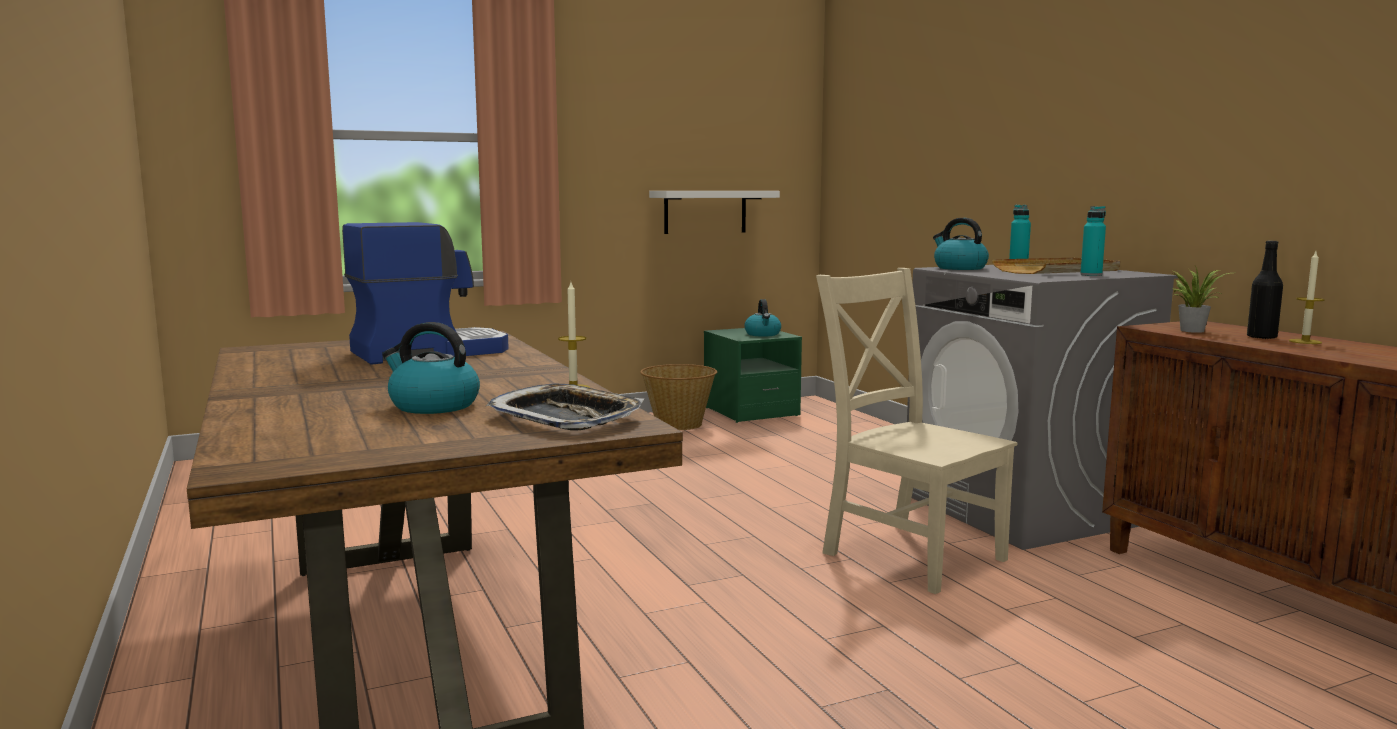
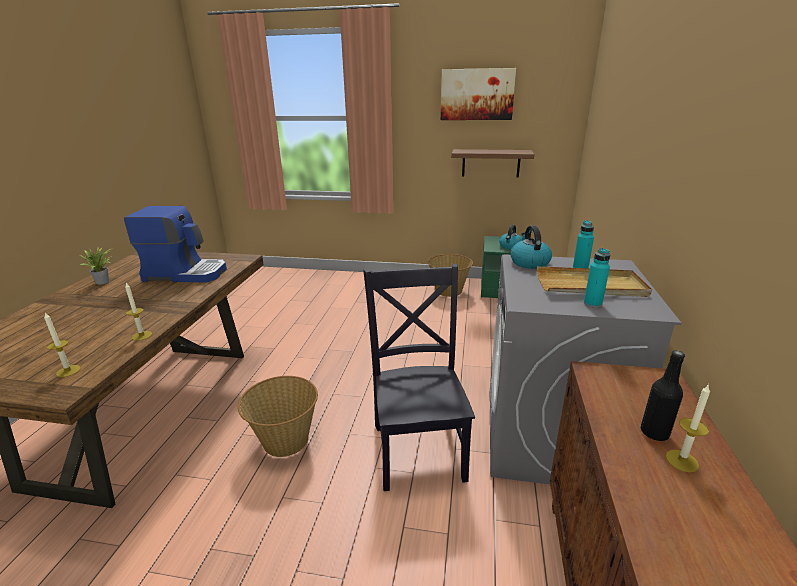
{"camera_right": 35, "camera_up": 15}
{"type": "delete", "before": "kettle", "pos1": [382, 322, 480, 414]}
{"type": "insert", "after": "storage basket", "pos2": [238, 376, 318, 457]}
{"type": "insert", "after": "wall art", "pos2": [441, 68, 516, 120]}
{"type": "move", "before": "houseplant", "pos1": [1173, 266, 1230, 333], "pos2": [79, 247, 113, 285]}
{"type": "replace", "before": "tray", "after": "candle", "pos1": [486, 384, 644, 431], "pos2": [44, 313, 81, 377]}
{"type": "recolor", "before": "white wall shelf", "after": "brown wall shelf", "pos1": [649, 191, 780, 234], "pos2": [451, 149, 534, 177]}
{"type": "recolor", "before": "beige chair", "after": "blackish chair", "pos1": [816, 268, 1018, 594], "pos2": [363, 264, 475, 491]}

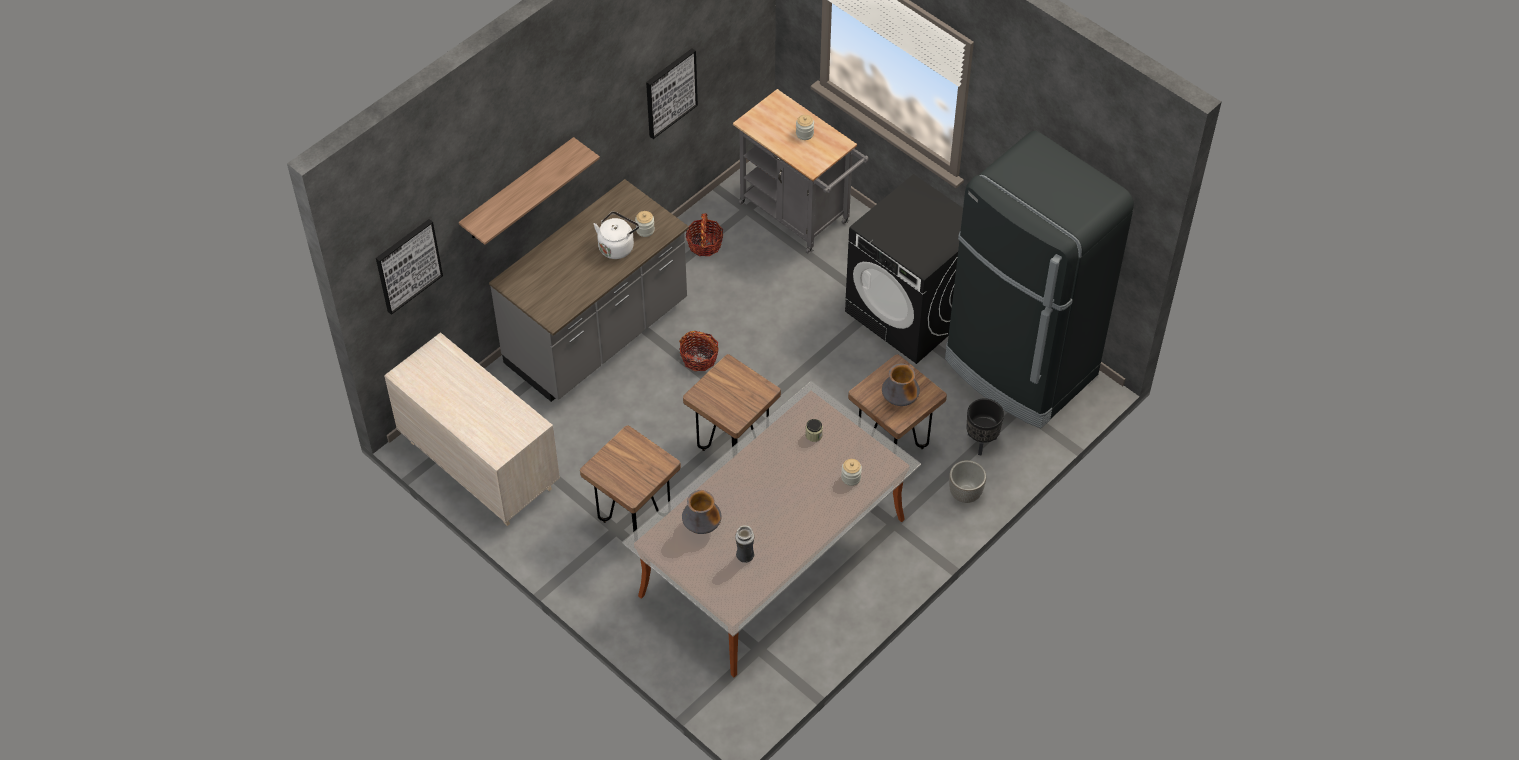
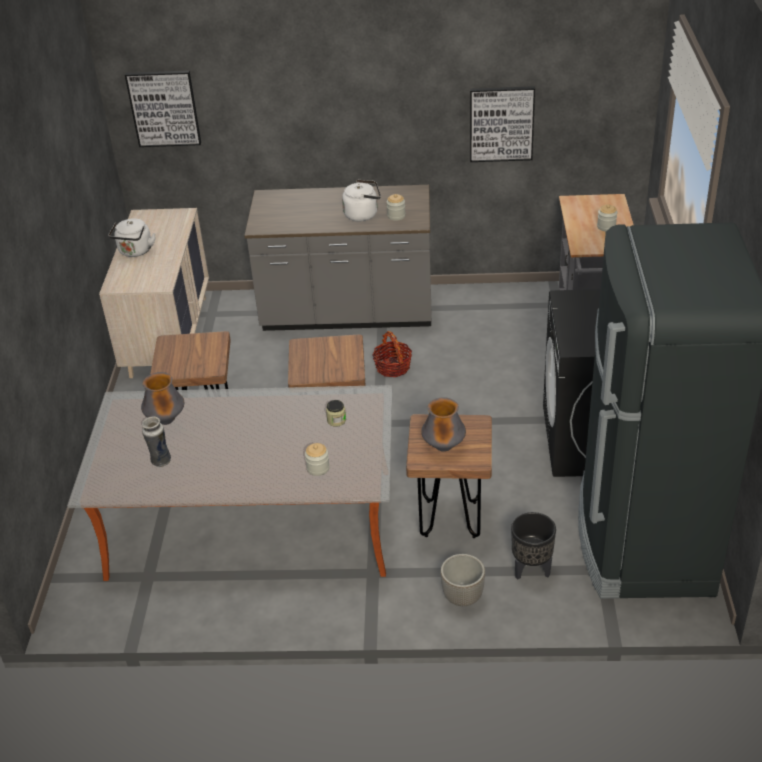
{"camera_right": 50, "camera_up": -15}
{"type": "delete", "before": "wall shelf", "pos1": [459, 137, 600, 245]}
{"type": "delete", "before": "storage basket", "pos1": [686, 213, 723, 256]}
{"type": "insert", "after": "white kettle", "pos2": [108, 218, 156, 257]}

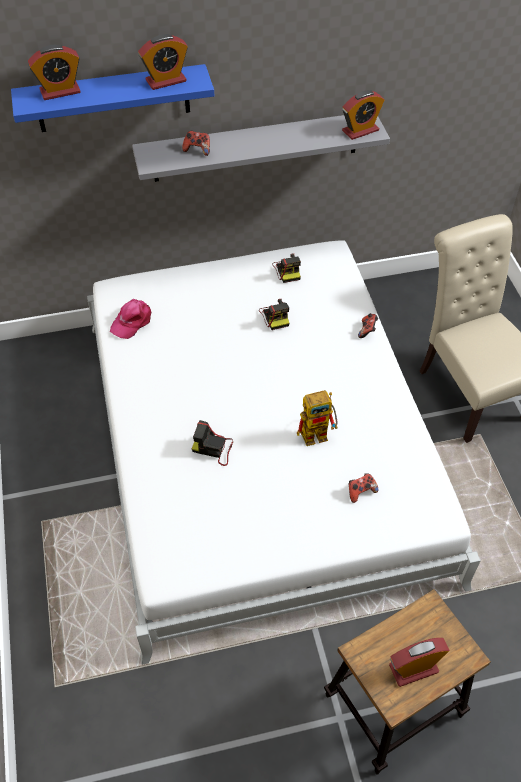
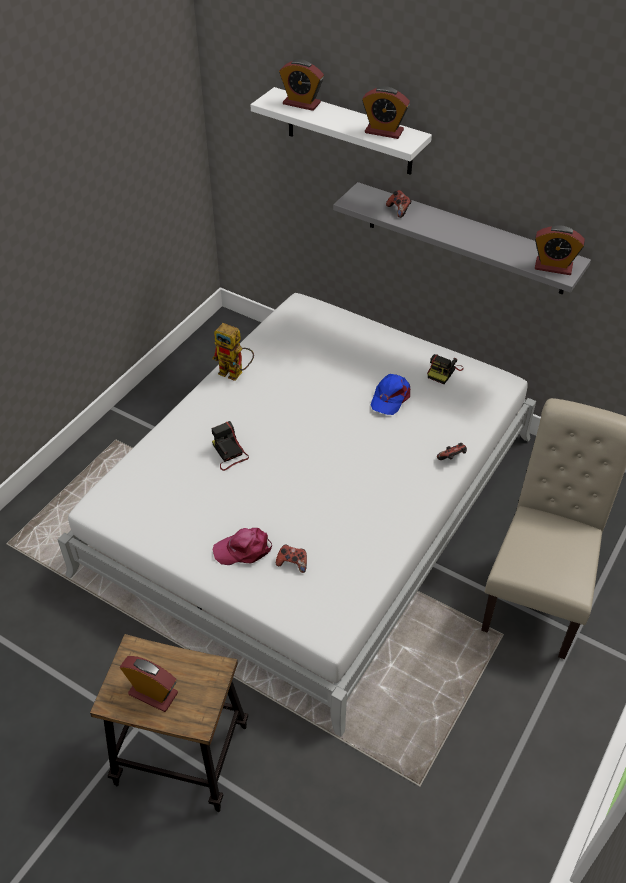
{"camera_right": 45, "camera_up": -5}
{"type": "move", "before": "pink peaked cap", "pos1": [110, 298, 151, 339], "pos2": [212, 528, 272, 565]}
{"type": "move", "before": "toy robot", "pos1": [297, 390, 338, 446], "pos2": [212, 323, 254, 381]}
{"type": "replace", "before": "still camera", "after": "blue peaked cap", "pos1": [259, 299, 289, 330], "pos2": [371, 374, 410, 415]}
{"type": "recolor", "before": "blue wall shelf", "after": "white wall shelf", "pos1": [11, 64, 214, 132], "pos2": [250, 87, 432, 175]}

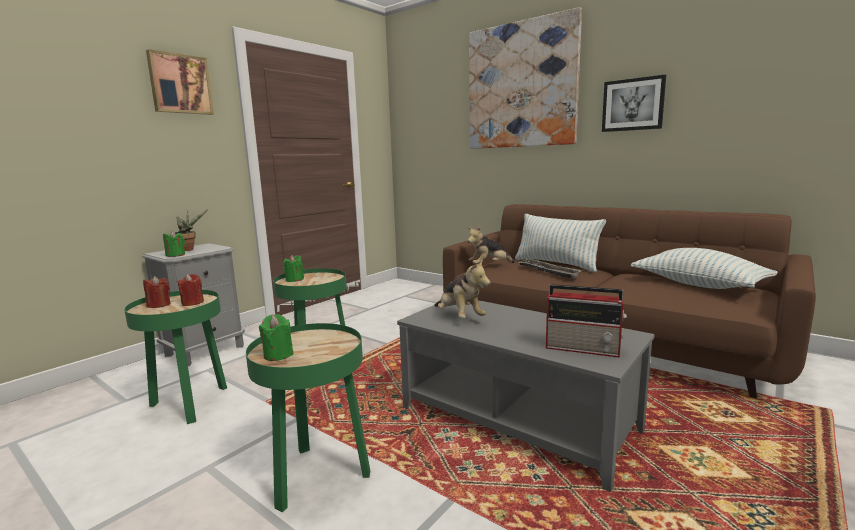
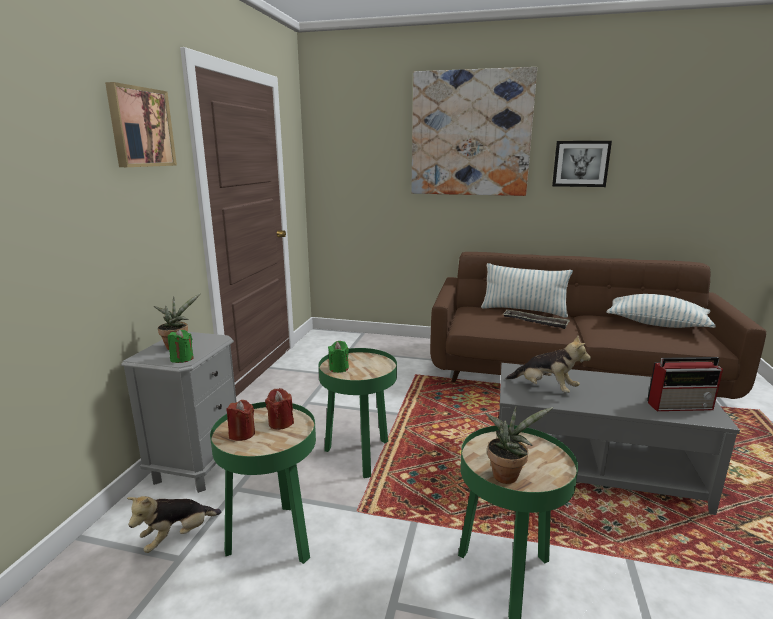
{"camera_right": -25, "camera_up": 5}
{"type": "move", "before": "soft toy", "pos1": [468, 226, 515, 264], "pos2": [127, 496, 222, 553]}
{"type": "replace", "before": "green candle", "after": "houseplant", "pos1": [259, 314, 293, 361], "pos2": [485, 406, 553, 484]}

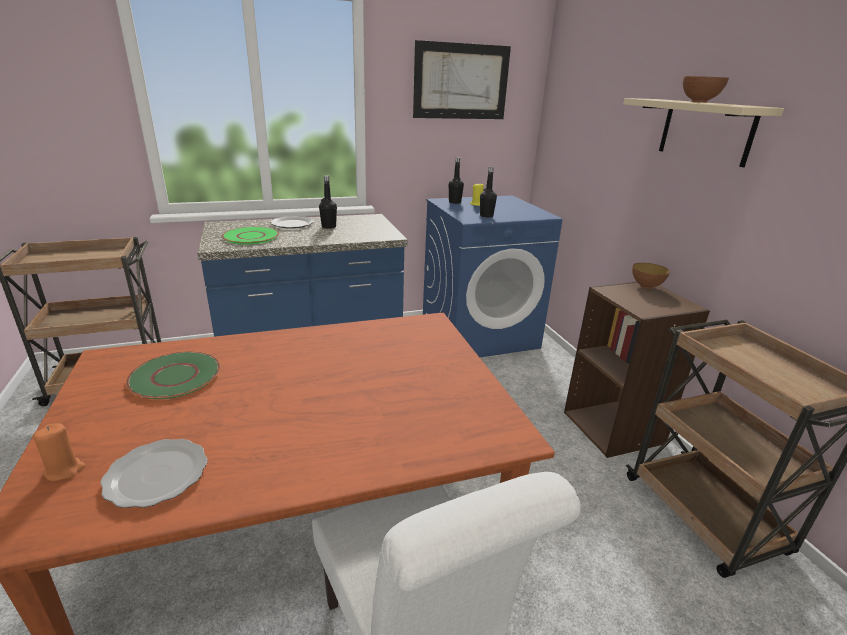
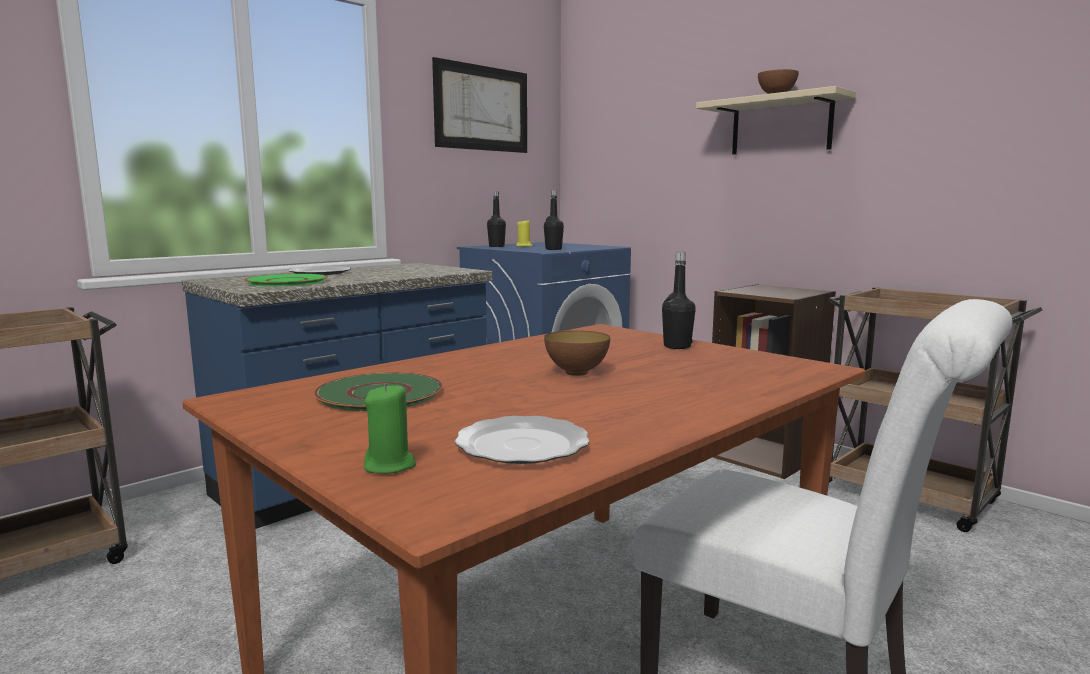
{"camera_right": -25, "camera_up": -15}
{"type": "move", "before": "blackish beverage bottle", "pos1": [319, 175, 337, 229], "pos2": [662, 252, 696, 349]}
{"type": "move", "before": "deep dish", "pos1": [632, 263, 670, 289], "pos2": [544, 330, 610, 376]}
{"type": "recolor", "before": "orange-coloured candle", "after": "green candle", "pos1": [33, 423, 86, 481], "pos2": [364, 383, 416, 474]}

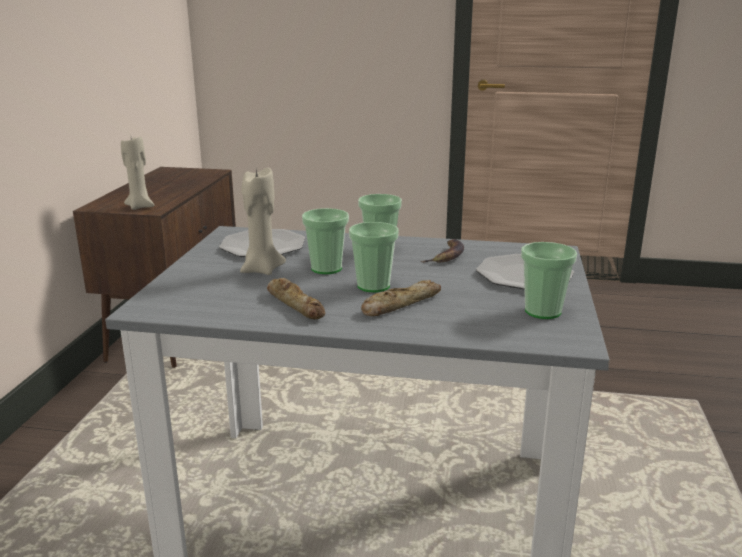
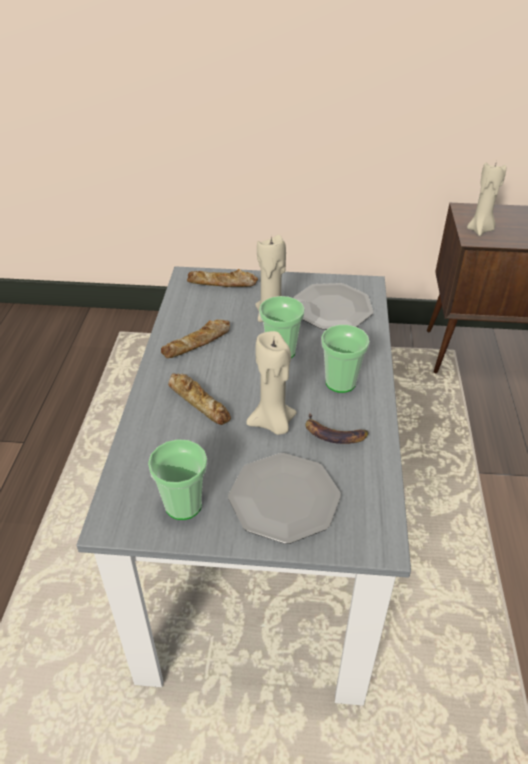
{"camera_right": 85, "camera_up": 20}
{"type": "delete", "before": "small cup", "pos1": [349, 222, 399, 292]}
{"type": "insert", "after": "bread", "pos2": [187, 269, 258, 287]}
{"type": "insert", "after": "beige candle", "pos2": [246, 331, 297, 435]}

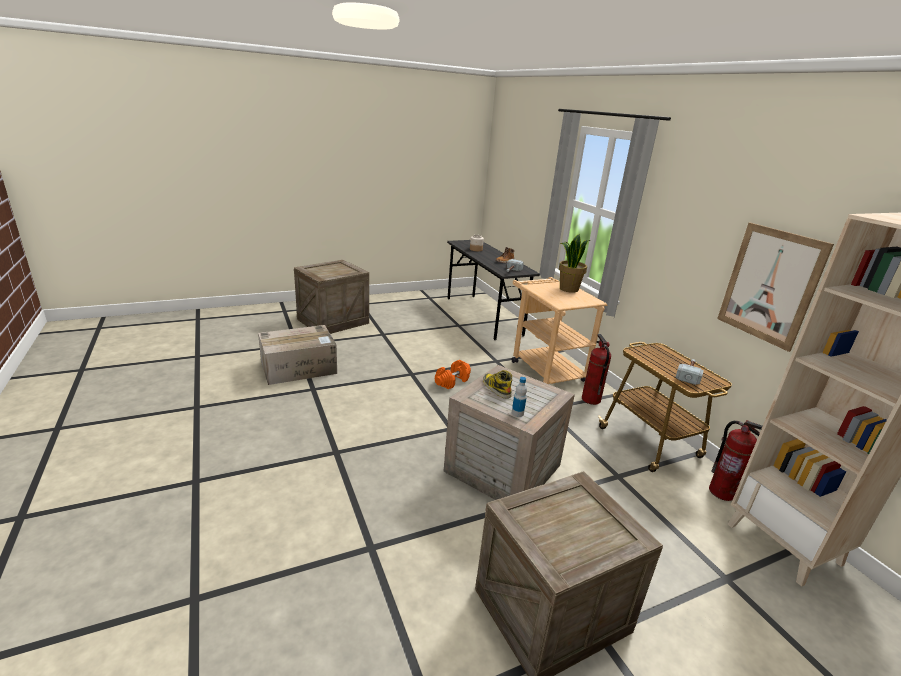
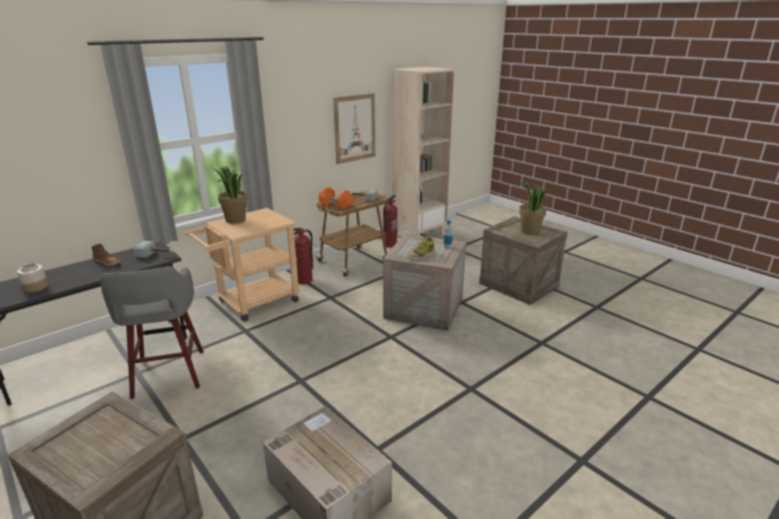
{"camera_right": -105, "camera_up": 0}
{"type": "insert", "after": "grey stool", "pos2": [100, 266, 204, 399]}
{"type": "insert", "after": "houseplant", "pos2": [519, 182, 549, 235]}
{"type": "move", "before": "orange-coloured dumbbell", "pos1": [435, 360, 471, 389], "pos2": [319, 187, 354, 209]}

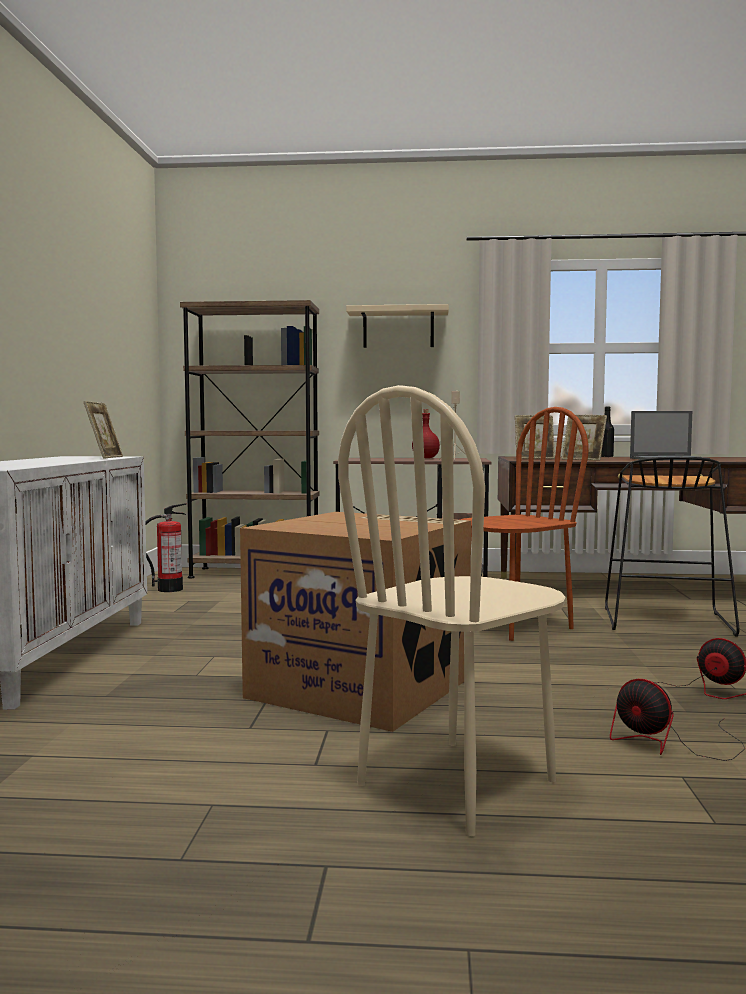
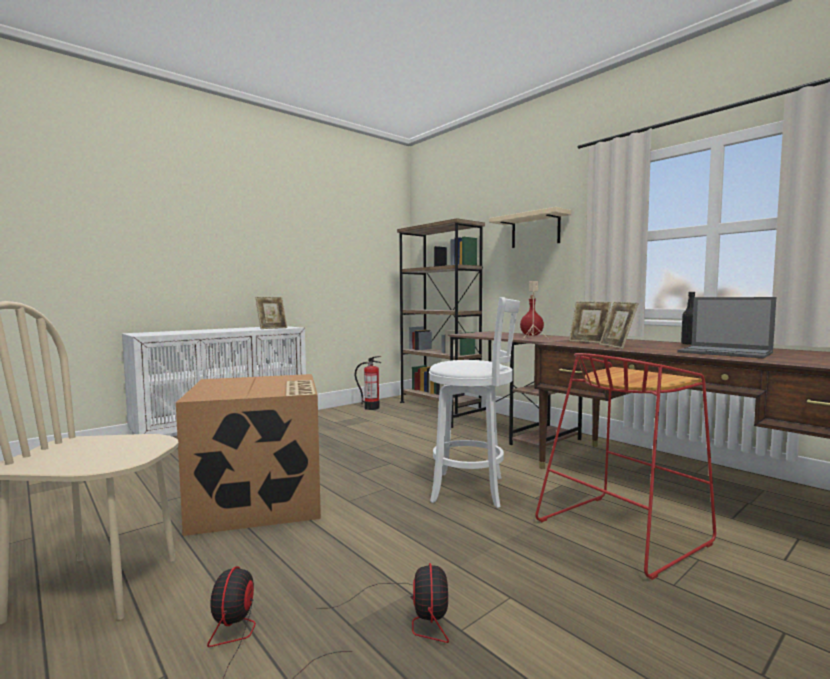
{"camera_right": 45, "camera_up": 0}
{"type": "replace", "before": "brown chair", "after": "white stool", "pos1": [459, 407, 588, 641], "pos2": [429, 297, 520, 508]}
{"type": "recolor", "before": "blackish stool", "after": "reddish stool", "pos1": [605, 457, 739, 637], "pos2": [535, 353, 716, 580]}

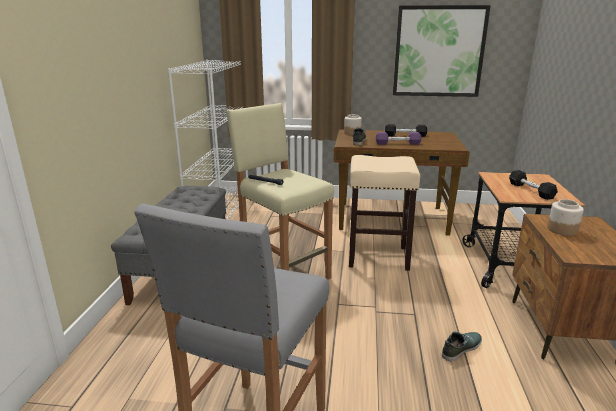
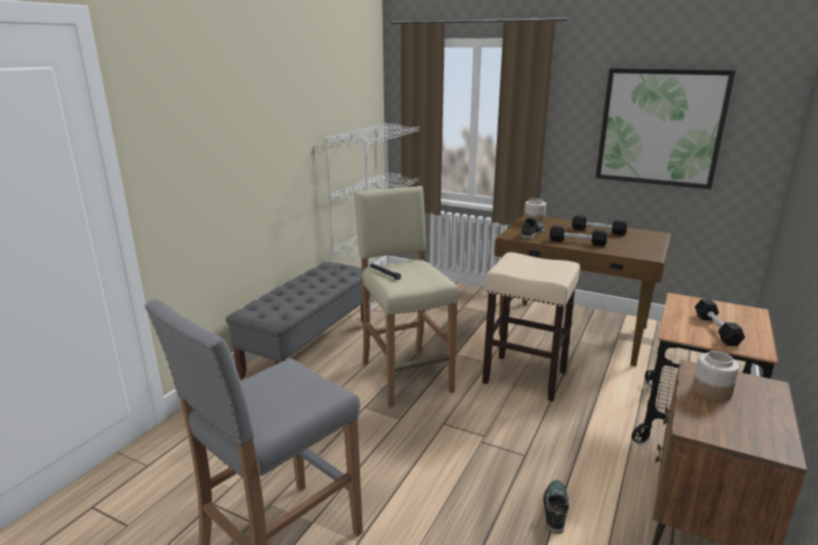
{"camera_right": 20, "camera_up": 0}
{"type": "recolor", "before": "purplish dumbbell", "after": "blackish dumbbell", "pos1": [376, 132, 421, 145], "pos2": [550, 225, 608, 246]}
{"type": "rotate", "before": "shoe", "pos1": [442, 331, 482, 361], "pos2": [543, 480, 569, 534], "turn": -60}

